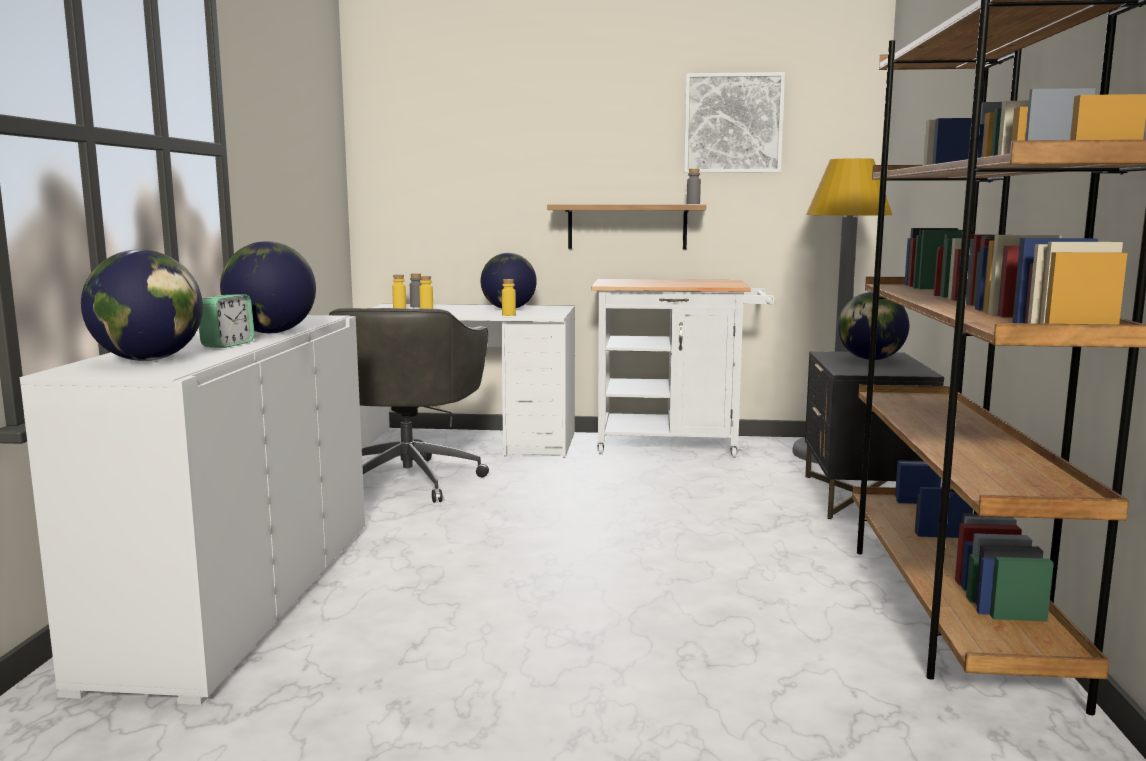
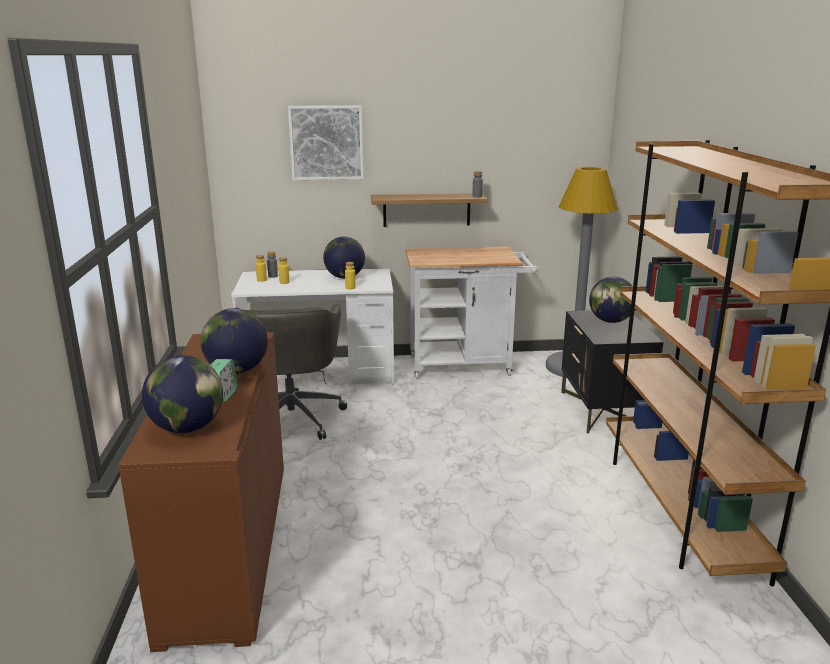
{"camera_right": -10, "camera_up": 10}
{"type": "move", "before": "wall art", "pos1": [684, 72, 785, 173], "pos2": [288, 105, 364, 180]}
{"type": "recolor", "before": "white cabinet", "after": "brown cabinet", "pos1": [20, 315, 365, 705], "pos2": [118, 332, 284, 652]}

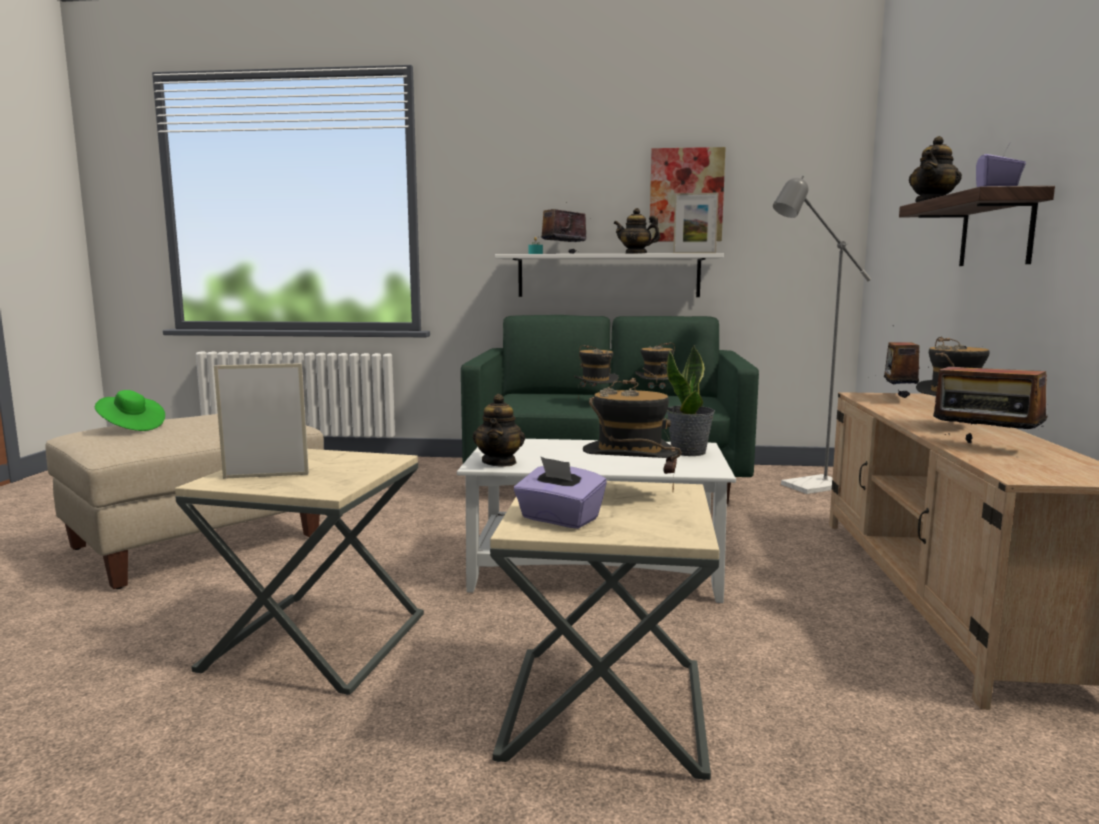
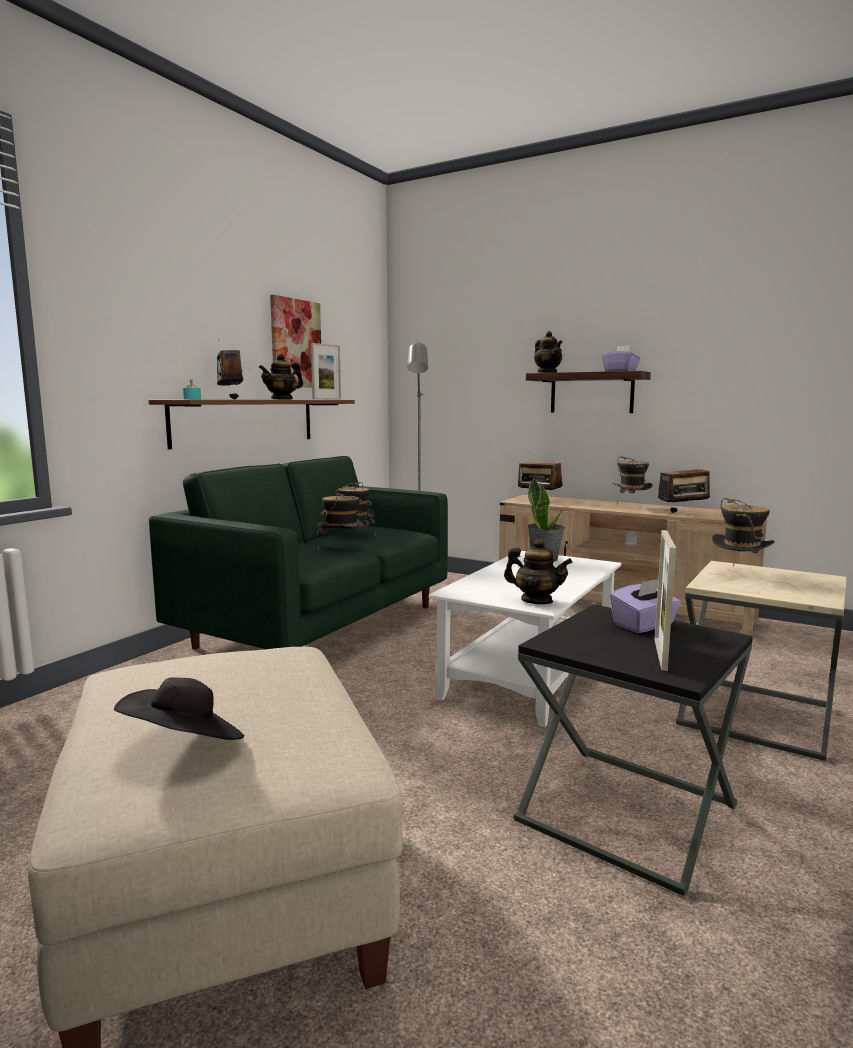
{"camera_right": -65, "camera_up": 0}
{"type": "move", "before": "purplish box of tissues", "pos1": [514, 457, 607, 529], "pos2": [610, 580, 681, 633]}
{"type": "recolor", "before": "green wearable hat", "after": "blackish wearable hat", "pos1": [95, 390, 165, 431], "pos2": [114, 678, 244, 740]}
{"type": "recolor", "before": "beige side table", "after": "blackish side table", "pos1": [175, 449, 424, 695], "pos2": [514, 604, 752, 896]}
{"type": "recolor", "before": "white wall shelf", "after": "brown wall shelf", "pos1": [495, 253, 724, 297], "pos2": [149, 400, 355, 449]}

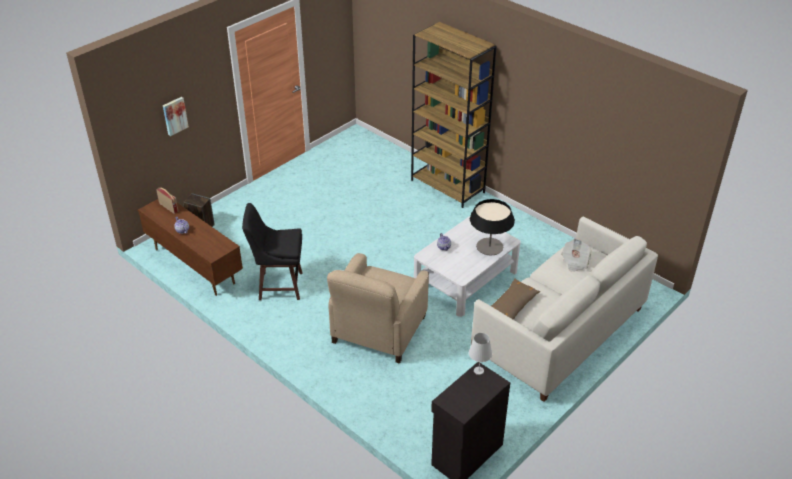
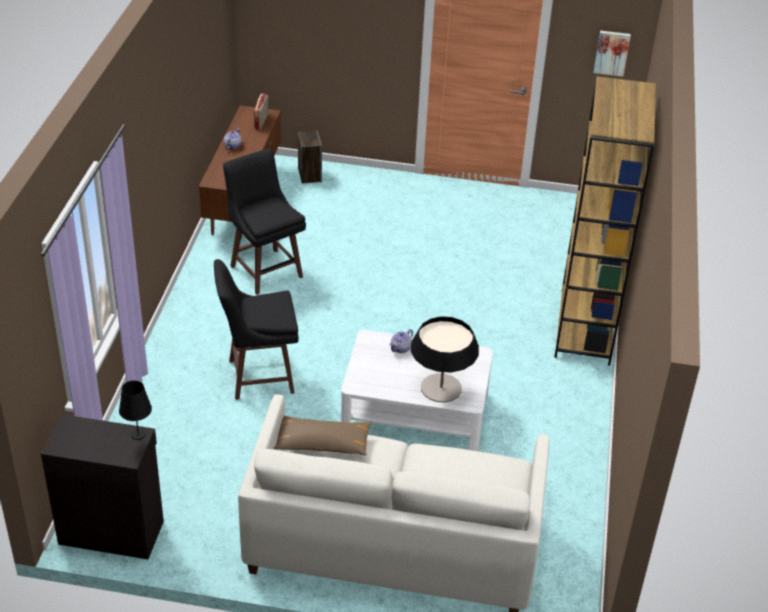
{"camera_right": 55, "camera_up": 0}
{"type": "delete", "before": "printed paper", "pos1": [561, 239, 592, 272]}
{"type": "move", "before": "wall art", "pos1": [163, 97, 189, 136], "pos2": [594, 31, 631, 77]}
{"type": "replace", "before": "beige easy chair", "after": "blackish stool", "pos1": [327, 253, 429, 364], "pos2": [214, 259, 299, 400]}
{"type": "recolor", "before": "white tabletop lamp", "after": "blackish tabletop lamp", "pos1": [469, 333, 492, 375], "pos2": [119, 380, 152, 440]}

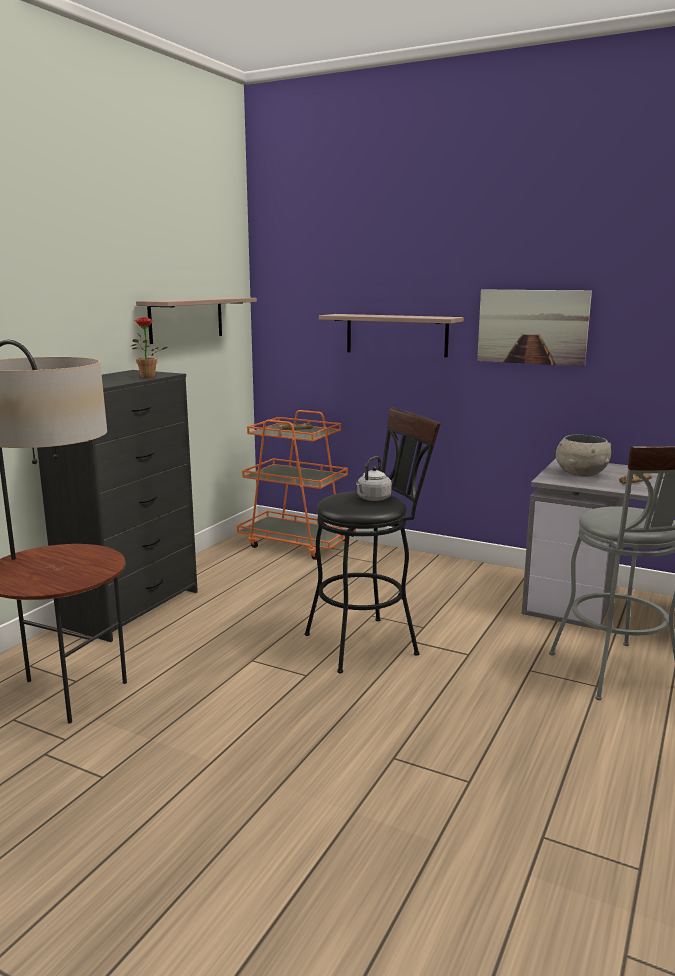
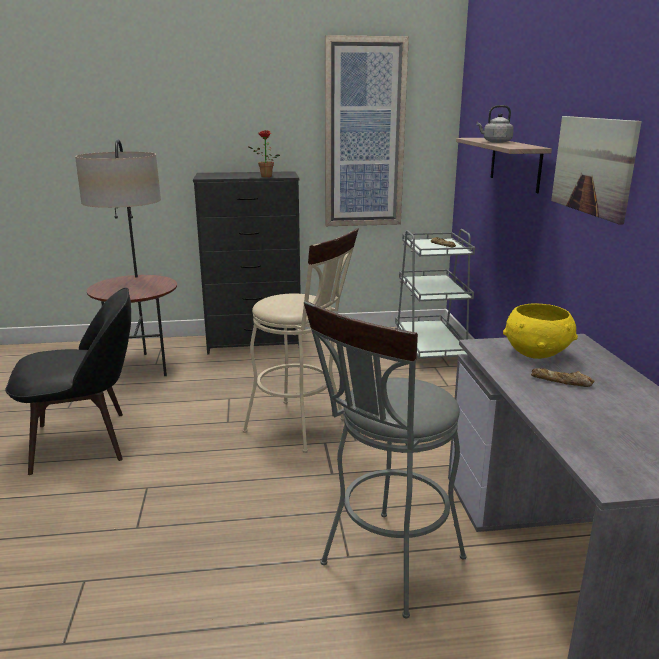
{"camera_right": 55, "camera_up": 5}
{"type": "insert", "after": "blackish chair", "pos2": [5, 288, 131, 475]}
{"type": "move", "before": "grey kettle", "pos1": [356, 456, 392, 501], "pos2": [476, 105, 514, 143]}
{"type": "replace", "before": "wall shelf", "after": "wall art", "pos1": [136, 297, 257, 344], "pos2": [325, 35, 409, 226]}
{"type": "recolor", "before": "orange-coloured cart", "after": "grey cart", "pos1": [237, 410, 356, 560], "pos2": [395, 229, 475, 358]}
{"type": "recolor", "before": "blackish stool", "after": "beige stool", "pos1": [305, 407, 441, 673], "pos2": [243, 228, 359, 453]}
{"type": "recolor", "before": "grey deep dish", "after": "yellow deep dish", "pos1": [556, 435, 611, 477], "pos2": [503, 303, 578, 359]}

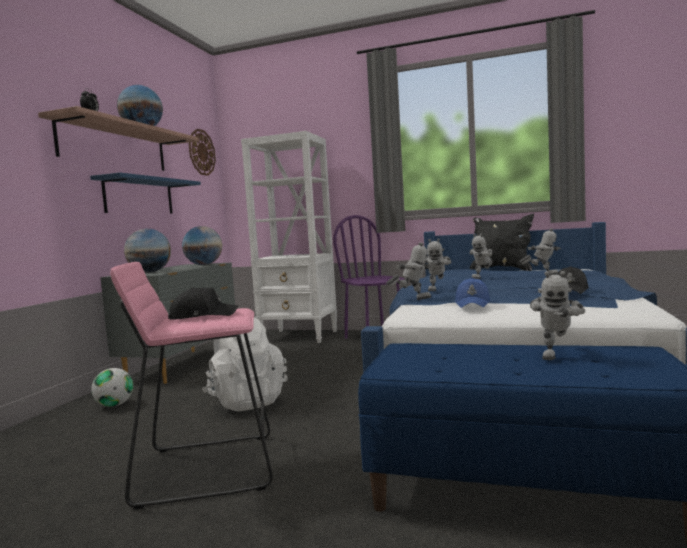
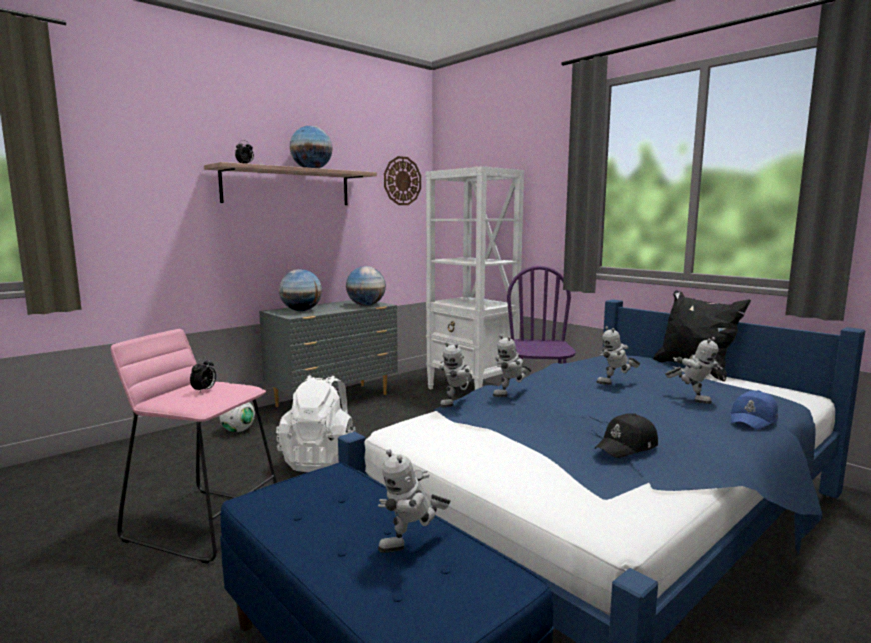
{"camera_right": 30, "camera_up": 5}
{"type": "delete", "before": "blue wall shelf", "pos1": [90, 172, 201, 213]}
{"type": "move", "before": "blue peaked cap", "pos1": [455, 278, 491, 308], "pos2": [731, 390, 778, 430]}
{"type": "replace", "before": "blackish peaked cap", "after": "bedside clock", "pos1": [168, 287, 239, 319], "pos2": [190, 357, 216, 392]}
{"type": "rotate", "before": "toy robot", "pos1": [386, 242, 433, 300], "pos2": [439, 342, 472, 408], "turn": 90}

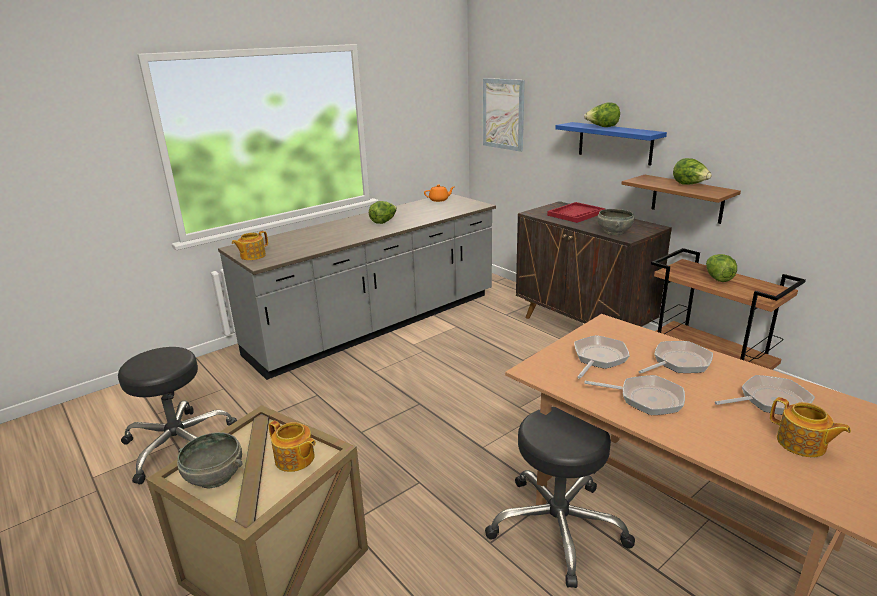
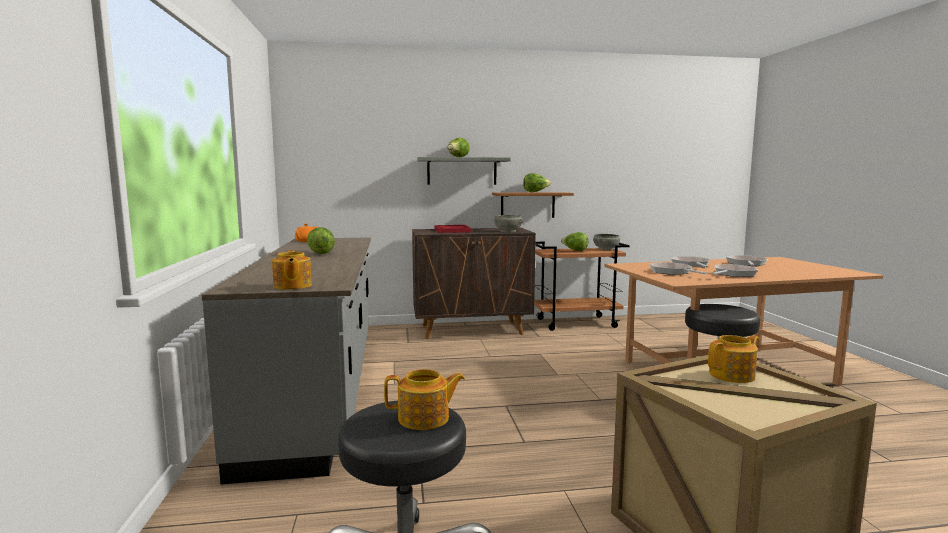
{"camera_right": -60, "camera_up": -15}
{"type": "delete", "before": "wall art", "pos1": [483, 78, 525, 152]}
{"type": "move", "before": "grey deep dish", "pos1": [177, 432, 242, 488], "pos2": [593, 234, 620, 251]}
{"type": "move", "before": "teapot", "pos1": [770, 397, 851, 458], "pos2": [384, 369, 465, 430]}
{"type": "recolor", "before": "blue wall shelf", "after": "grey wall shelf", "pos1": [555, 122, 667, 166], "pos2": [417, 157, 511, 185]}

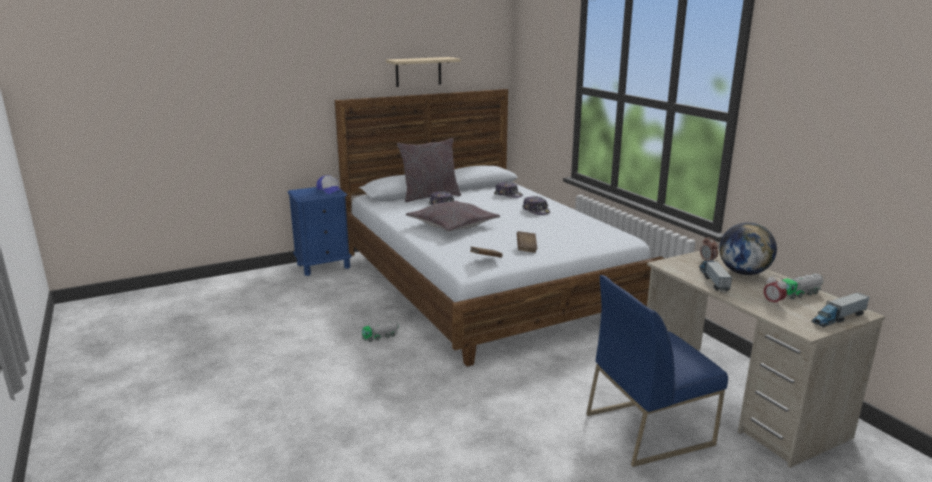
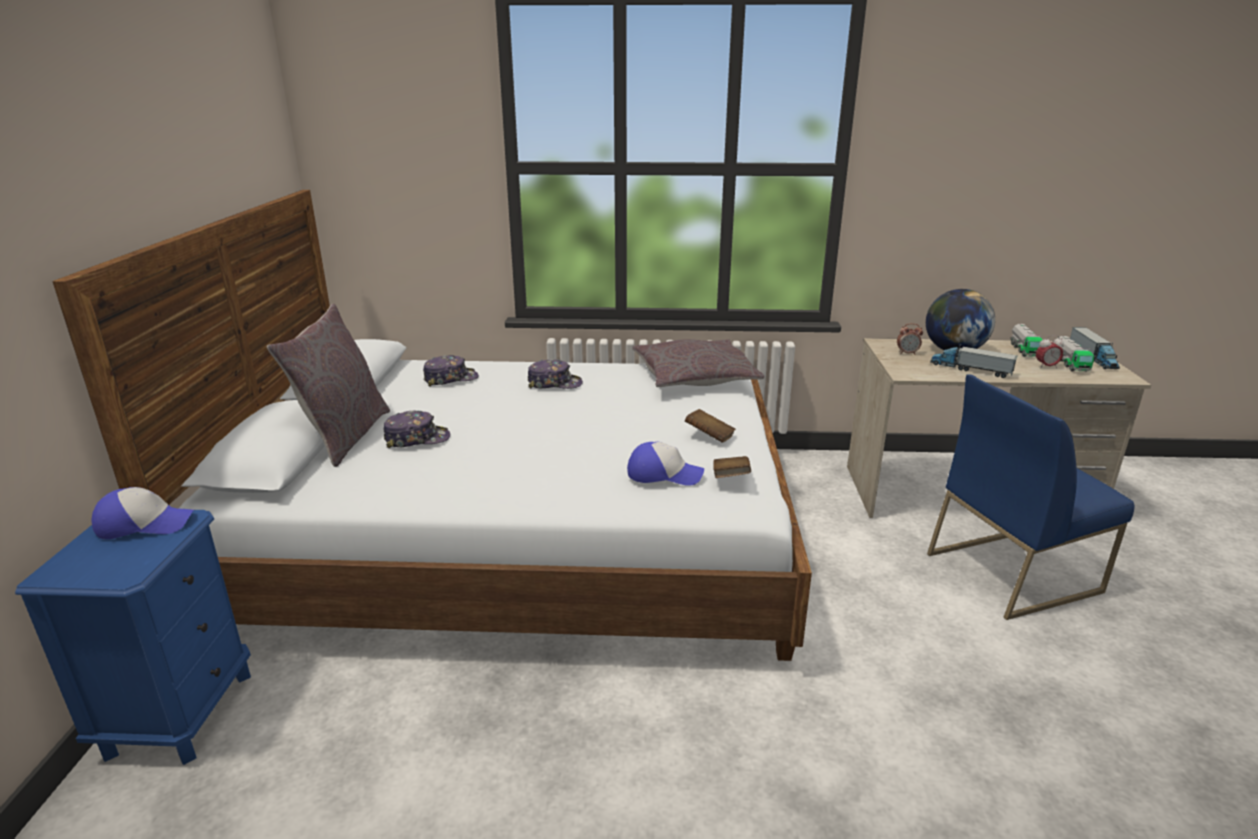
{"camera_right": -60, "camera_up": 5}
{"type": "delete", "before": "beige wall shelf", "pos1": [386, 57, 461, 87]}
{"type": "insert", "after": "peaked cap", "pos2": [627, 442, 704, 486]}
{"type": "move", "before": "toy lorry", "pos1": [362, 321, 399, 342], "pos2": [1055, 336, 1095, 372]}
{"type": "move", "before": "grey pillow", "pos1": [406, 201, 500, 232], "pos2": [633, 339, 764, 387]}
{"type": "rotate", "before": "blue chair", "pos1": [586, 275, 728, 467], "pos2": [927, 374, 1134, 620], "turn": 60}

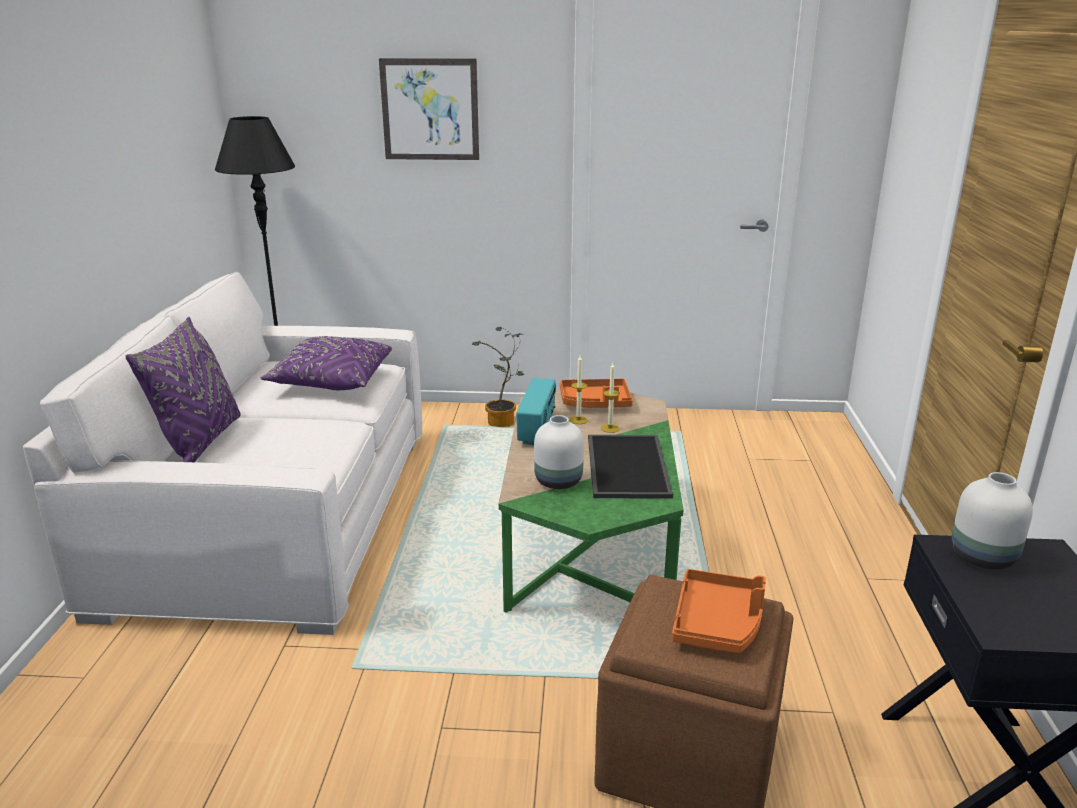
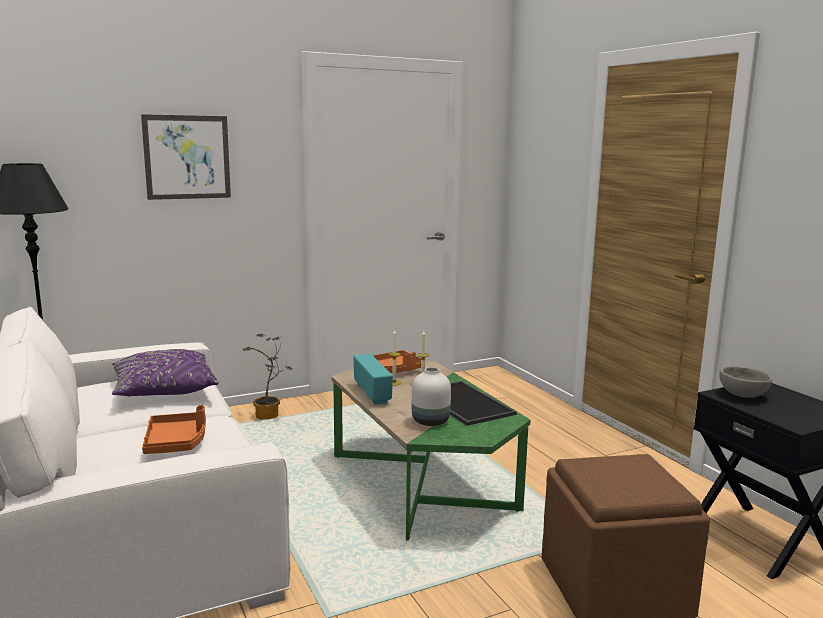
{"camera_right": -30, "camera_up": -10}
{"type": "delete", "before": "purplish pillow", "pos1": [125, 317, 241, 462]}
{"type": "move", "before": "orange-coloured tray", "pos1": [672, 569, 766, 653], "pos2": [142, 405, 206, 454]}
{"type": "replace", "before": "white flower vase", "after": "grey deep dish", "pos1": [952, 472, 1033, 570], "pos2": [719, 366, 772, 398]}

